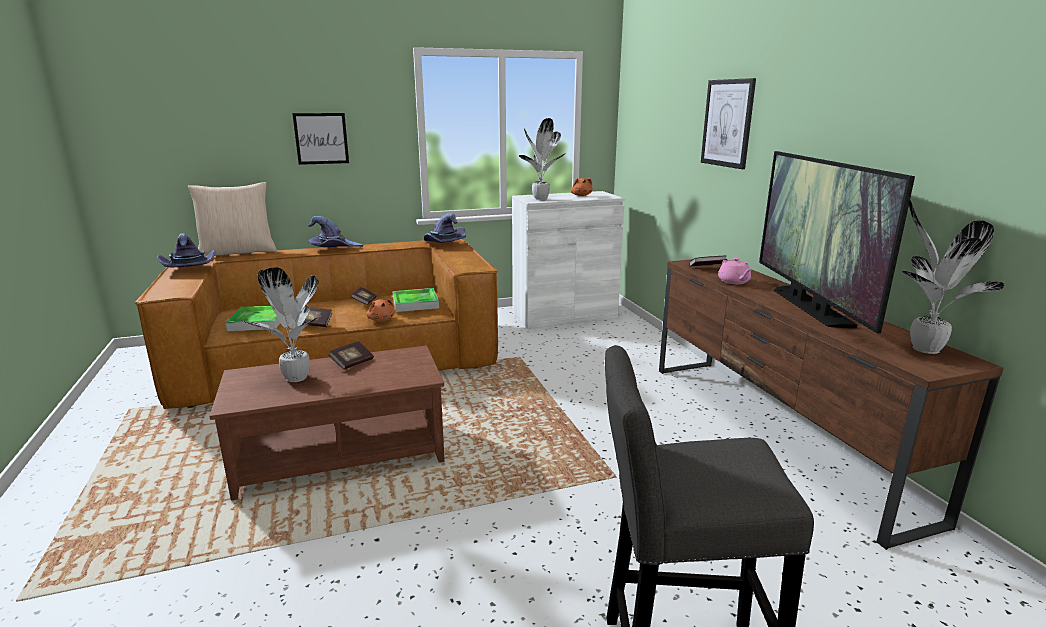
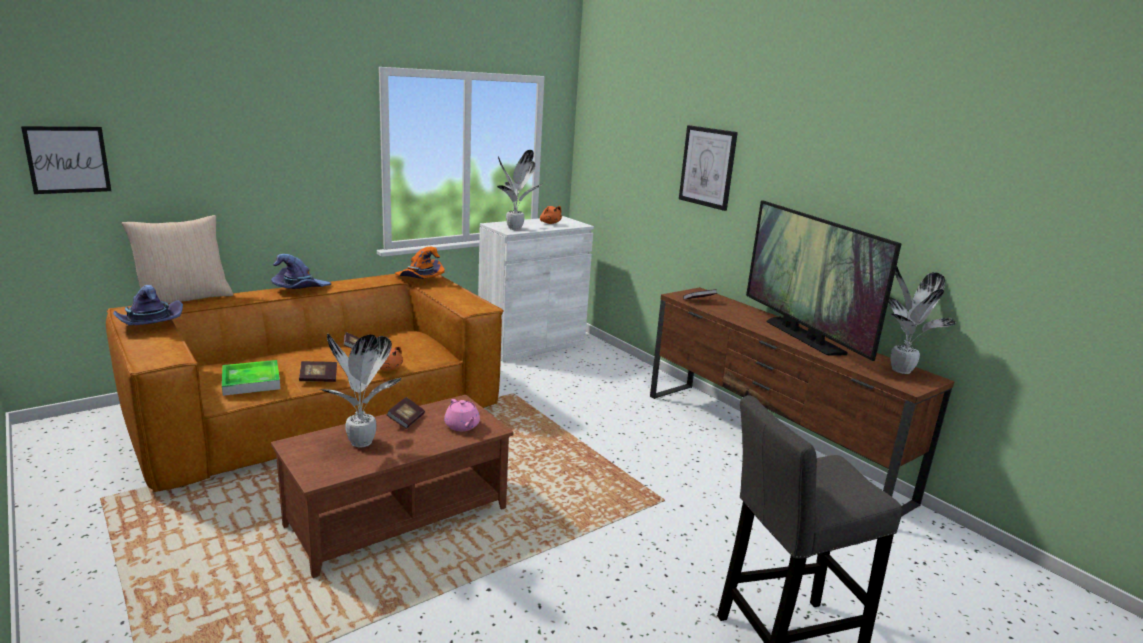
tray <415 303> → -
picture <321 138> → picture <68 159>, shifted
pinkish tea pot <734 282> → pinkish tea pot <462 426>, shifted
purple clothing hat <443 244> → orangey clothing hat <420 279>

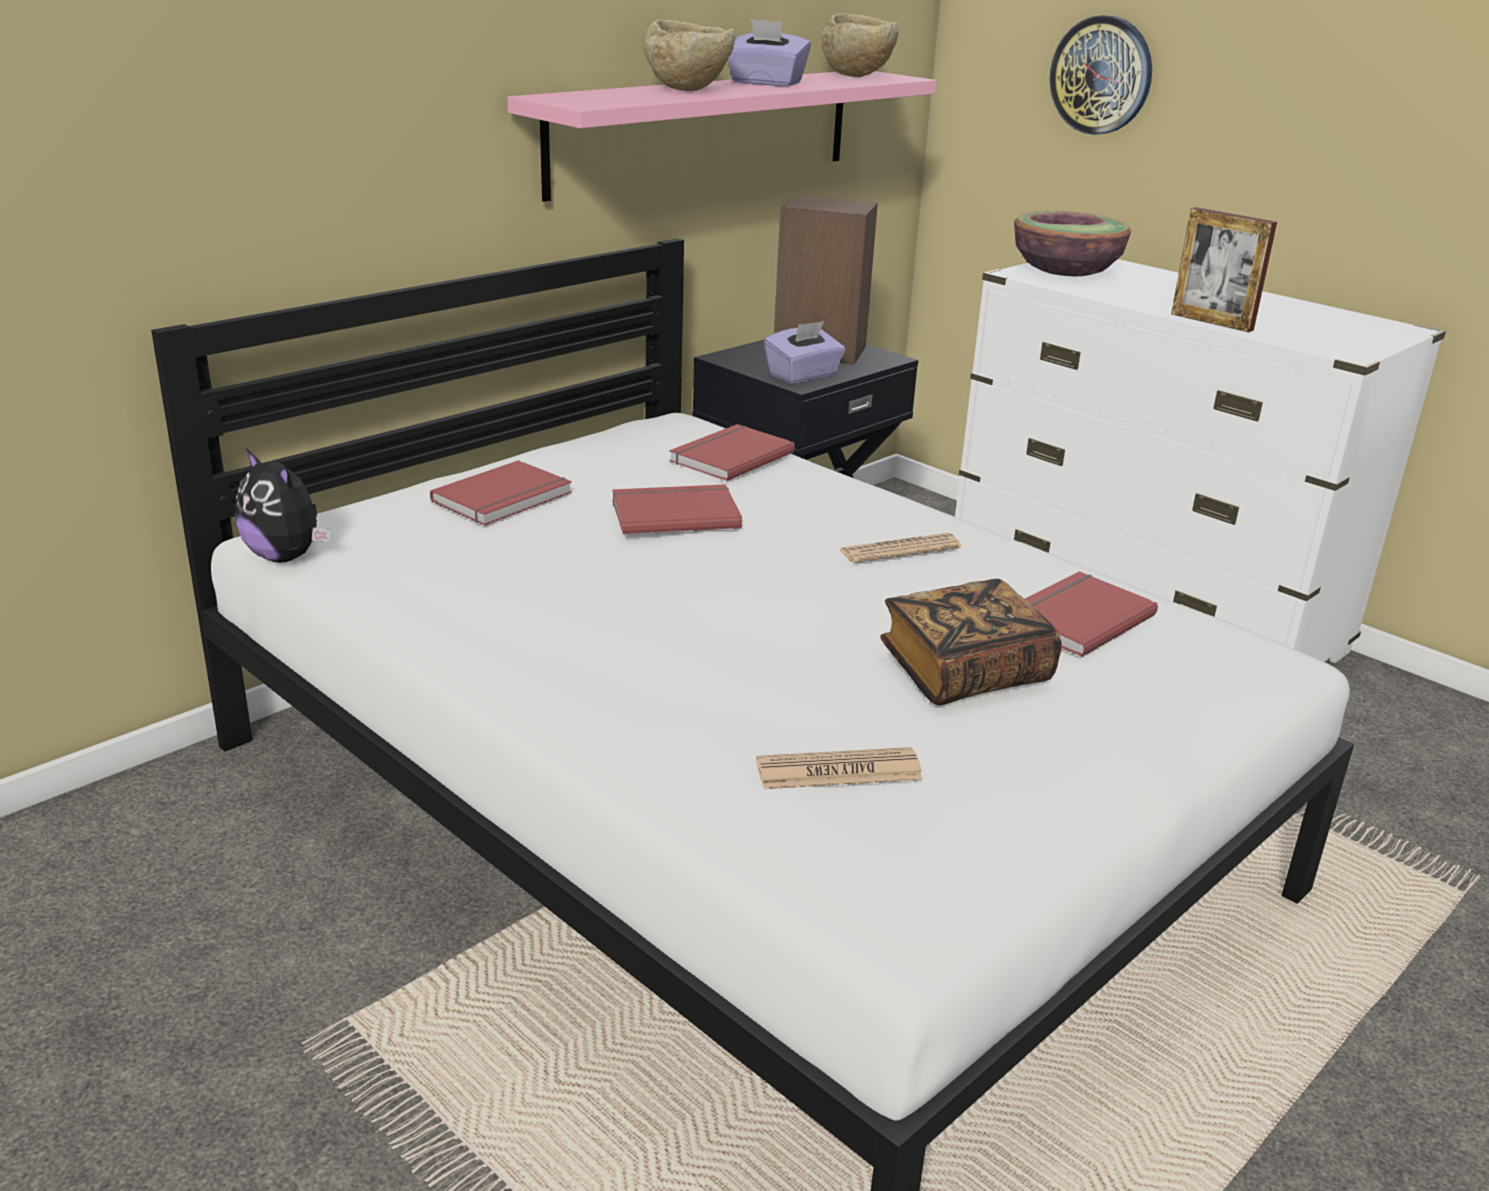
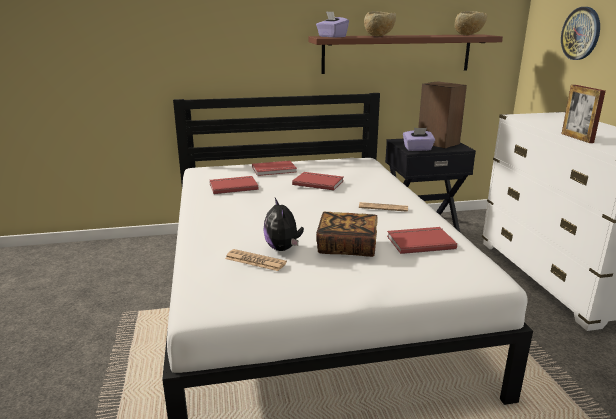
deep dish <1065 274> → -
soft toy <286 557> → soft toy <283 248>, shifted
red volume <729 456> → red volume <233 186>, shifted
purple tissue holder <766 83> → purple tissue holder <331 37>, shifted
pinkish wall shelf <704 130> → brown wall shelf <397 53>

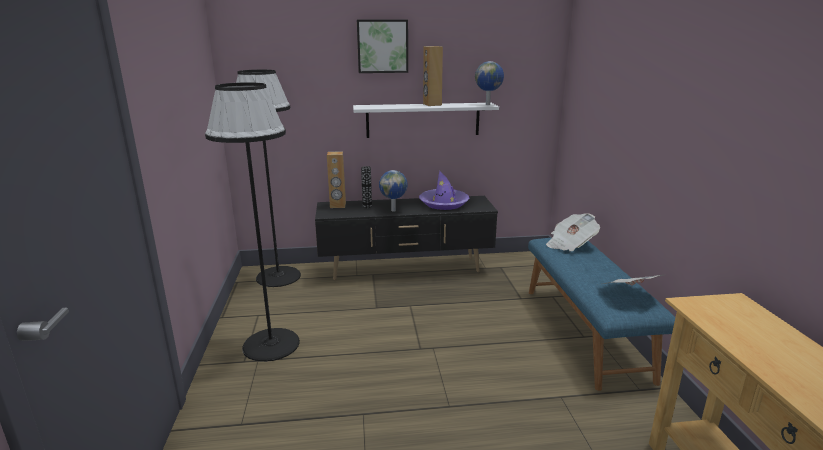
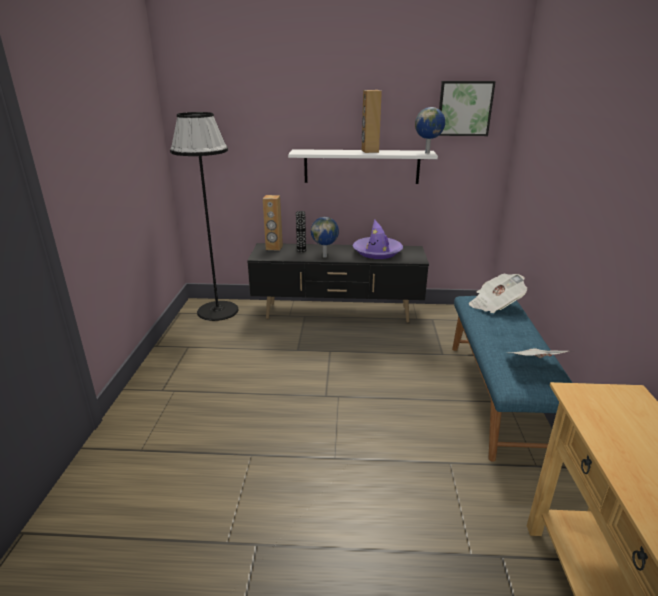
black-coloured floor lamp <271 344> → -
picture <382 46> → picture <464 108>, shifted

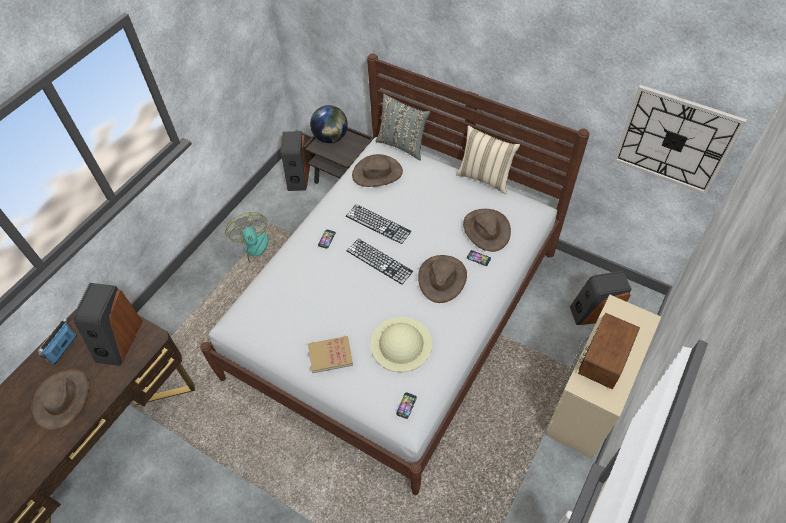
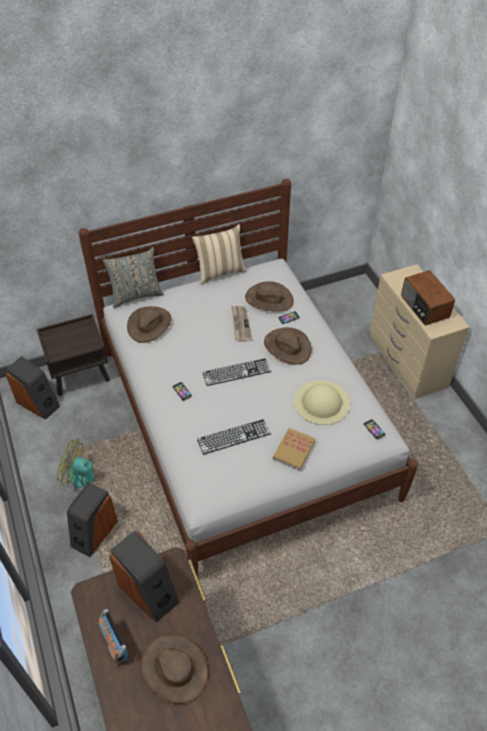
world globe <331 138> → -
hanging clock <674 140> → -
- → daily paper <240 324>
computer keyboard <378 224> → computer keyboard <233 436>, shifted
audio speaker <593 312> → audio speaker <94 533>, shifted

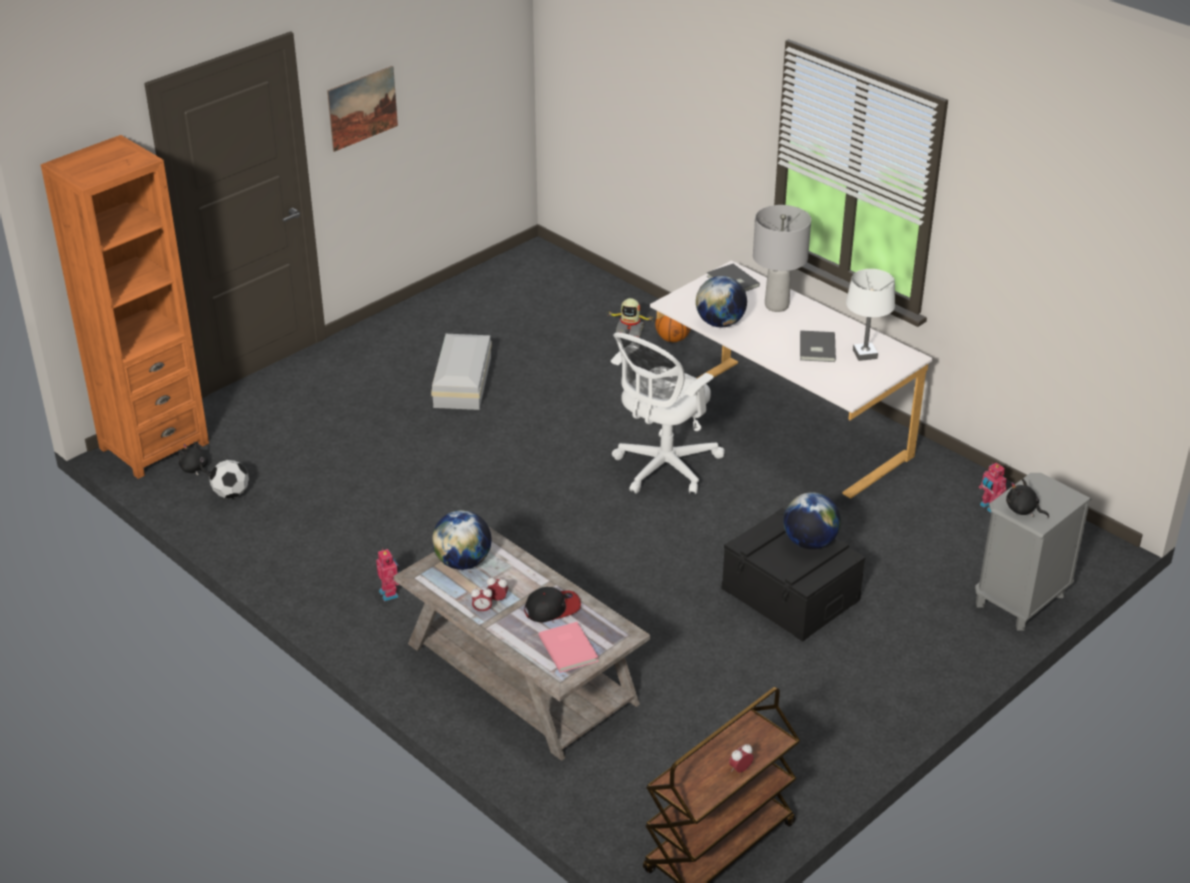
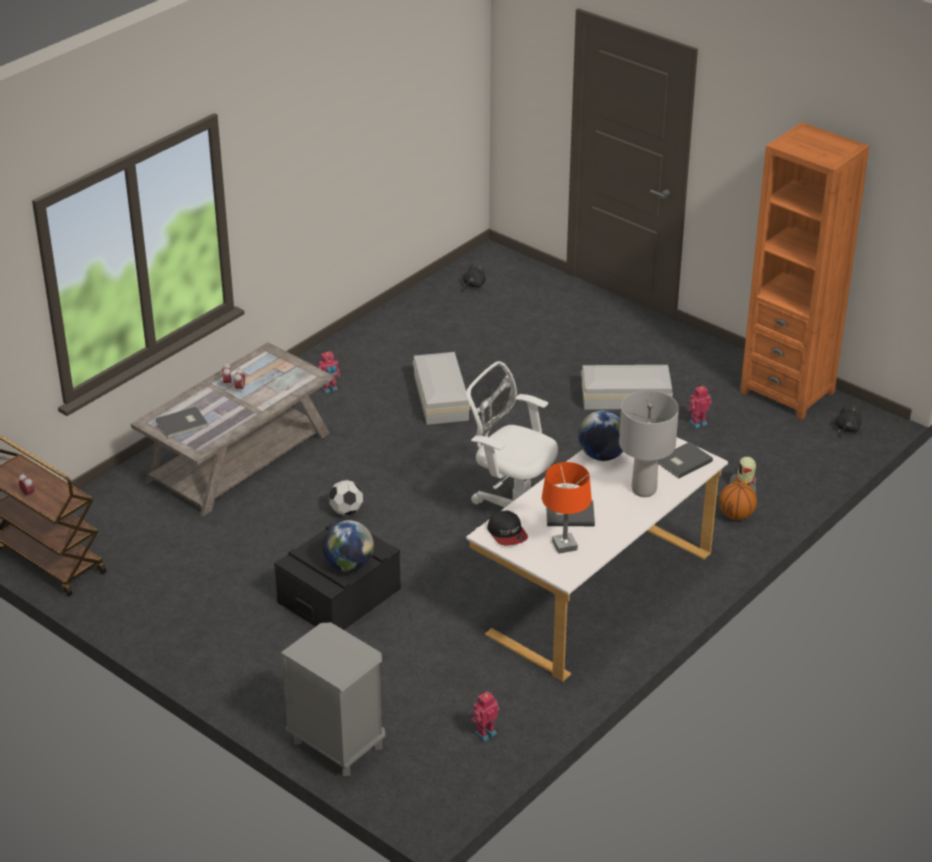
picture <362 108> → -
world globe <463 562> → -
- → white-coloured storage bin <440 398>
- → toy robot <697 422>
orangey shelving unit <154 445> → orangey shelving unit <787 392>, shifted
football <231 494> → football <346 511>, shifted
peaked cap <552 608> → peaked cap <507 533>, shifted
black-coloured soft toy <1023 510> → black-coloured soft toy <846 429>, shifted
pinkish volume <569 648> → grey volume <183 424>
white-coloured lamp for a table <865 354> → orangey lamp for a table <564 546>

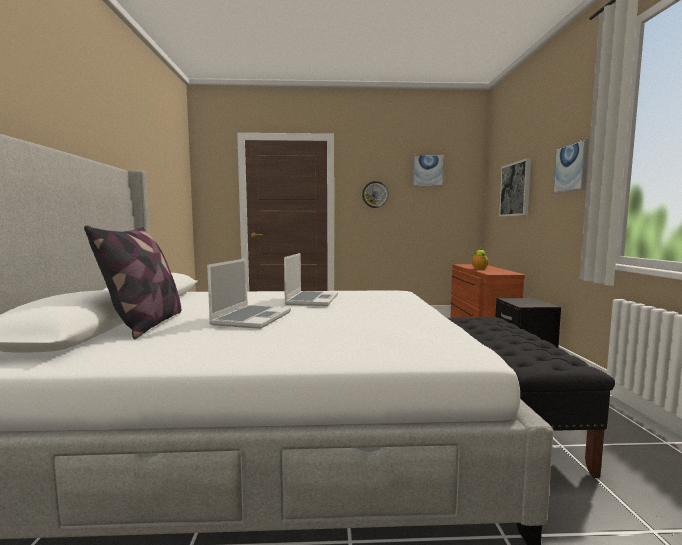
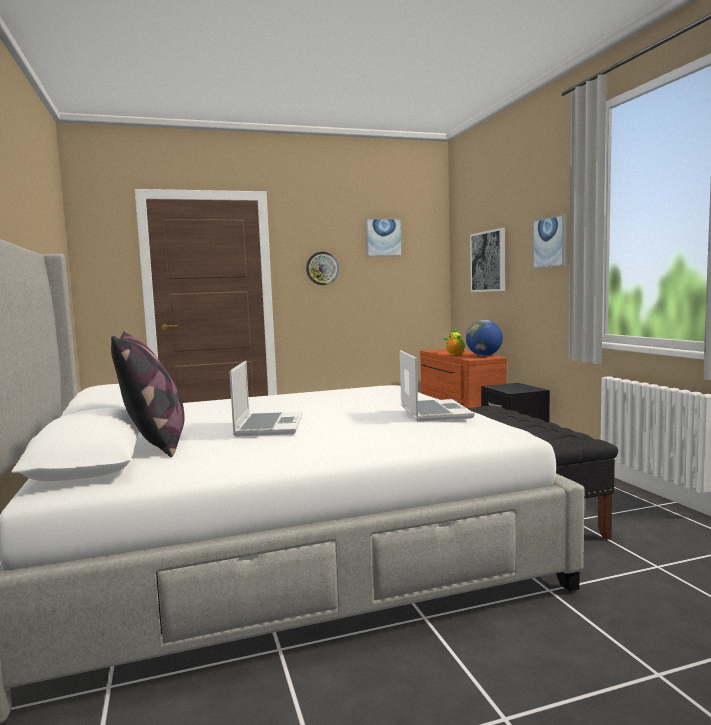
- → world globe <484 355>
laptop <311 300> → laptop <433 412>, shifted

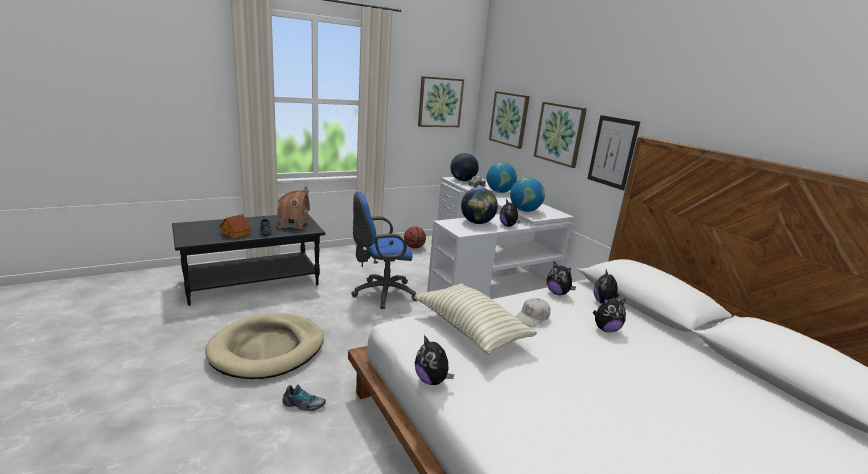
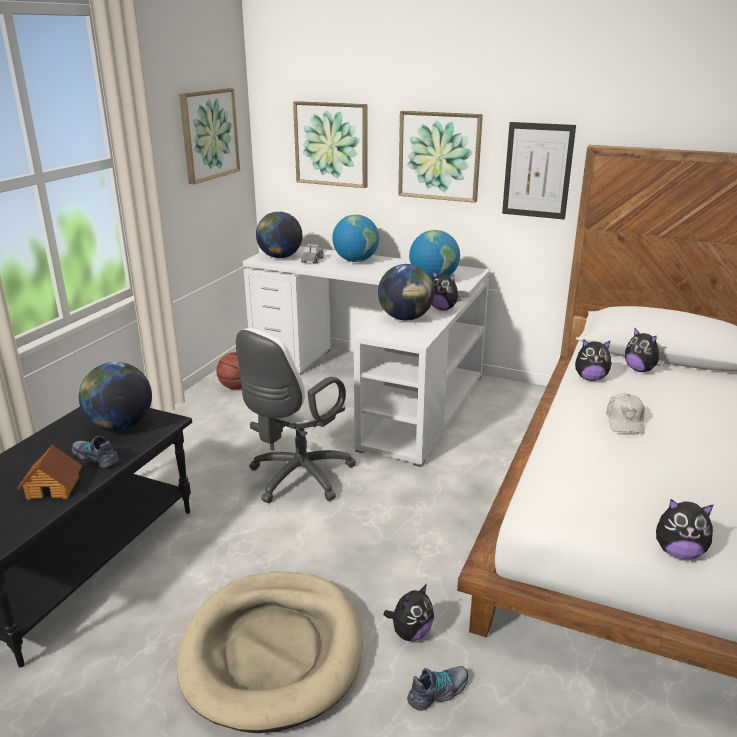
cushion <470 329> → -
soft toy <606 329> → soft toy <410 633>, shifted
miniature house <294 224> → world globe <120 426>
blue computer chair <381 293> → white-coloured computer chair <297 479>

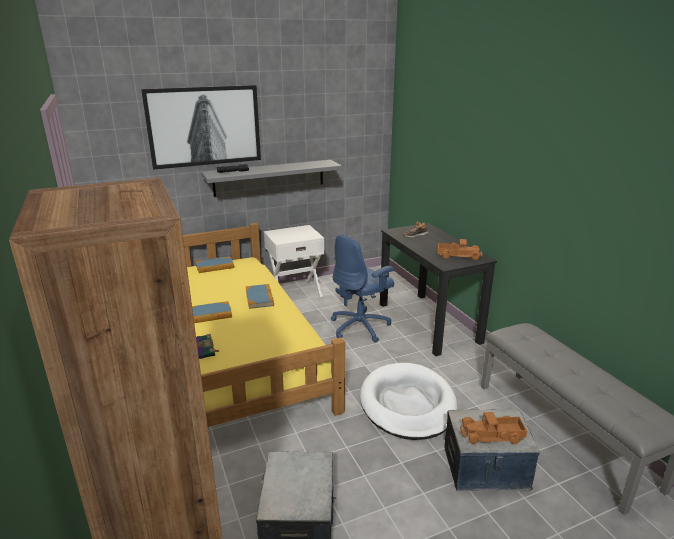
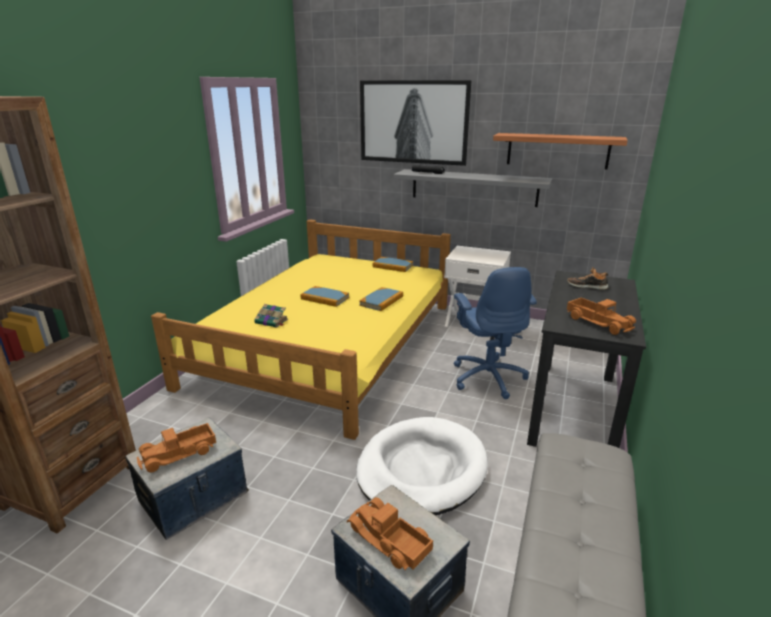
- → model truck <179 454>
- → wall shelf <557 150>
blue computer chair <361 327> → blue computer chair <488 377>, 105 degrees counterclockwise

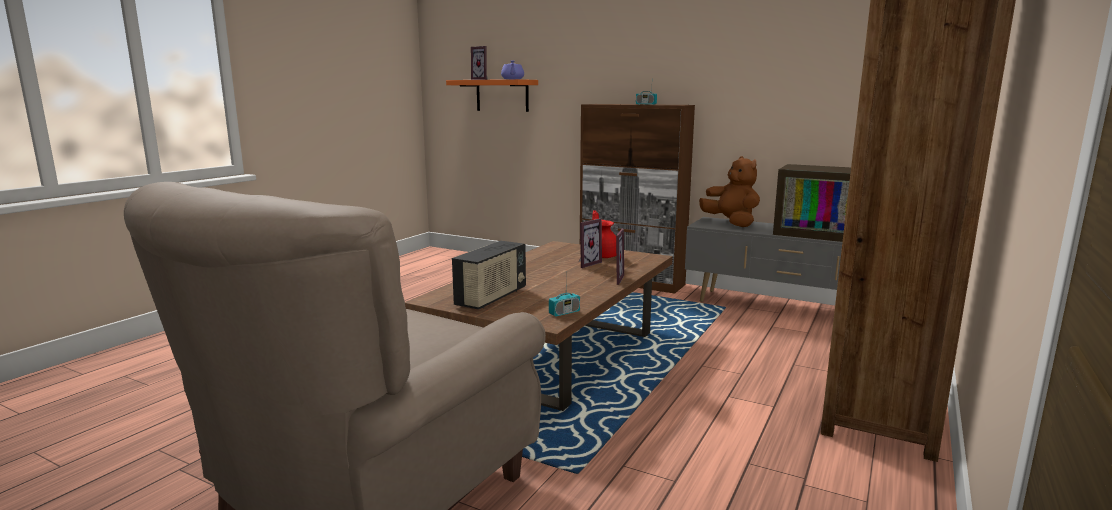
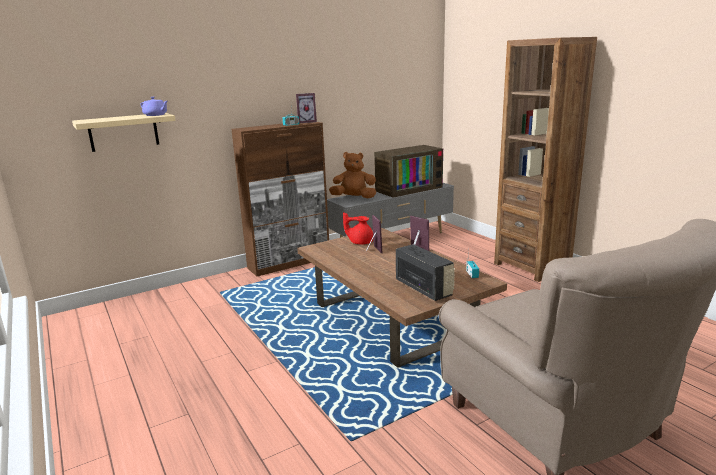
picture frame <482 79> → picture frame <306 122>, shifted
orangey wall shelf <502 95> → sand-coloured wall shelf <123 132>

